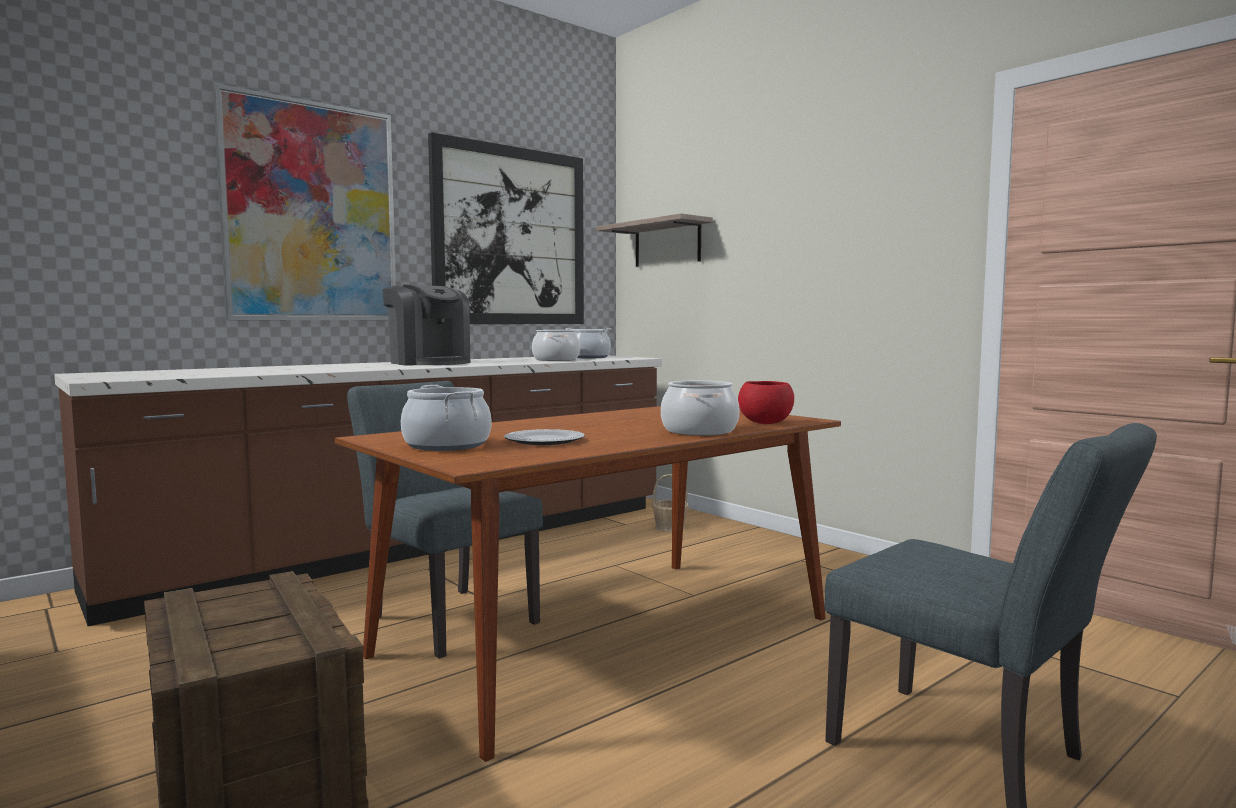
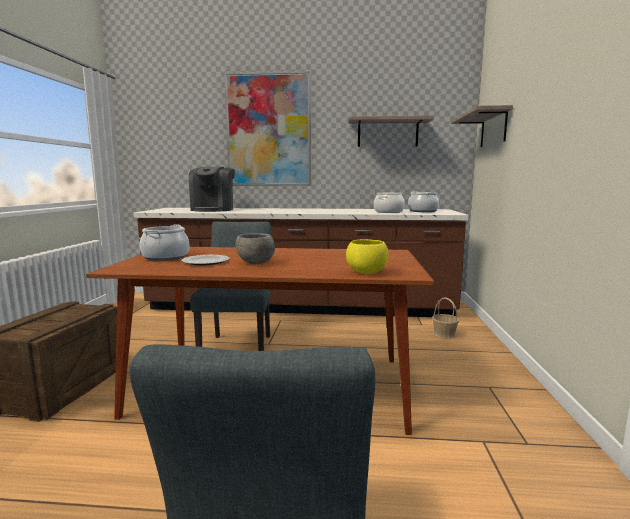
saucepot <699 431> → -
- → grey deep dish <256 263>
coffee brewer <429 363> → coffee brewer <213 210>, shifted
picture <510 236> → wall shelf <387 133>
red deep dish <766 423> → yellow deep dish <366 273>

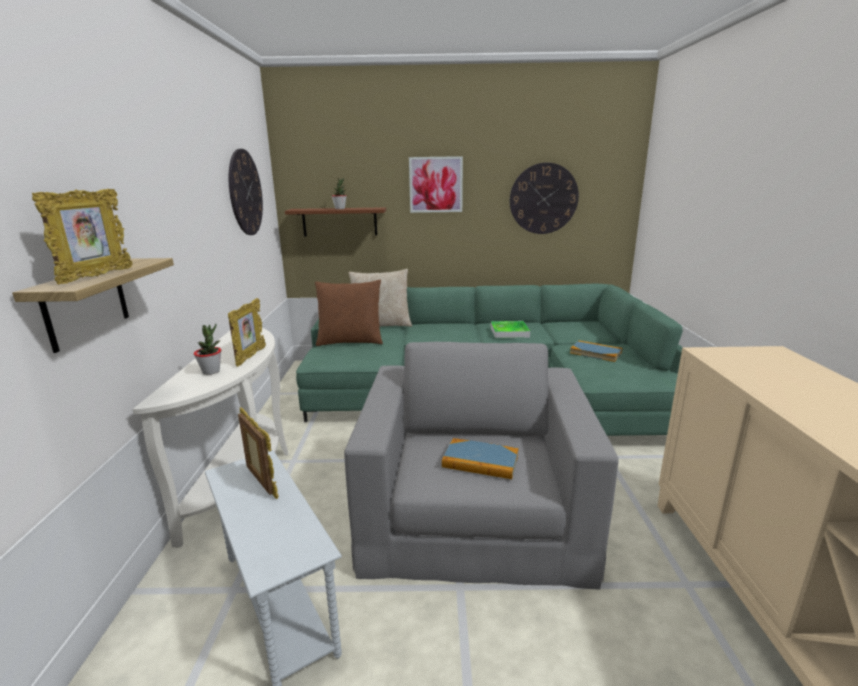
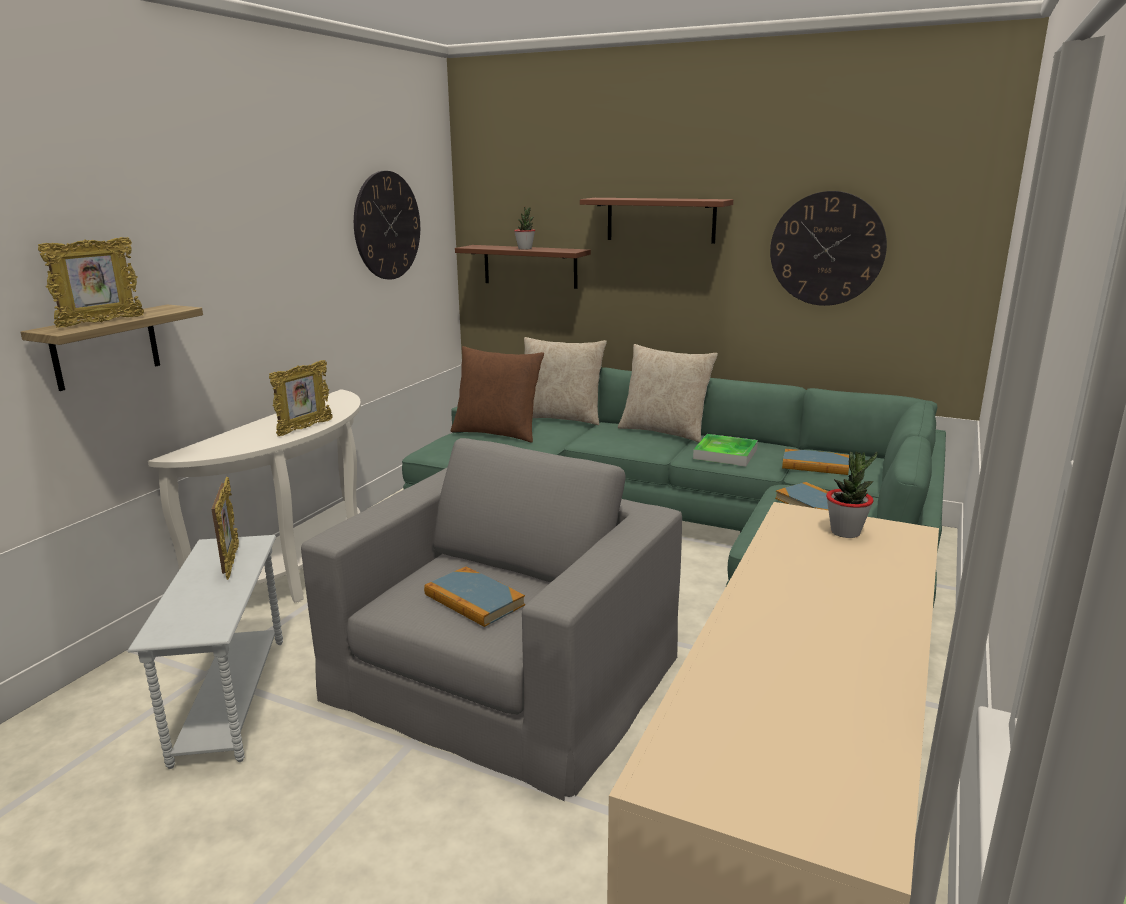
- → sand-coloured cushion <664 431>
- → volume <815 465>
plant in a pot <211 371> → plant in a pot <845 532>, shifted
picture <436 184> → brown wall shelf <660 220>

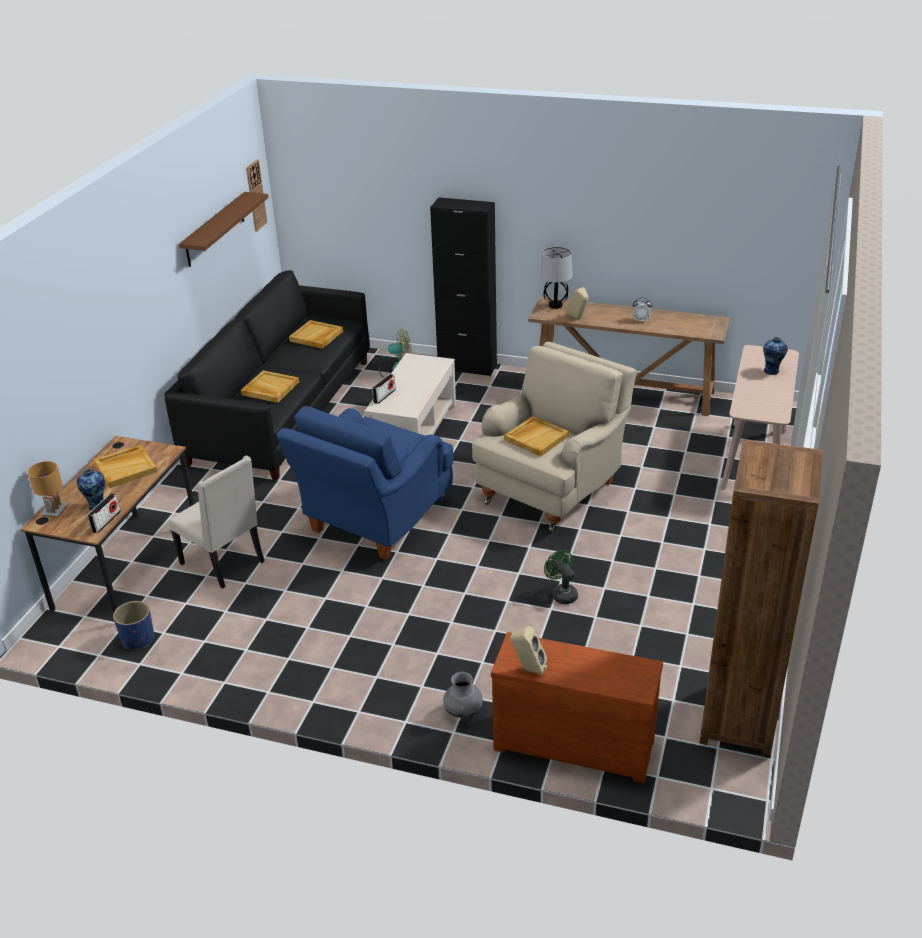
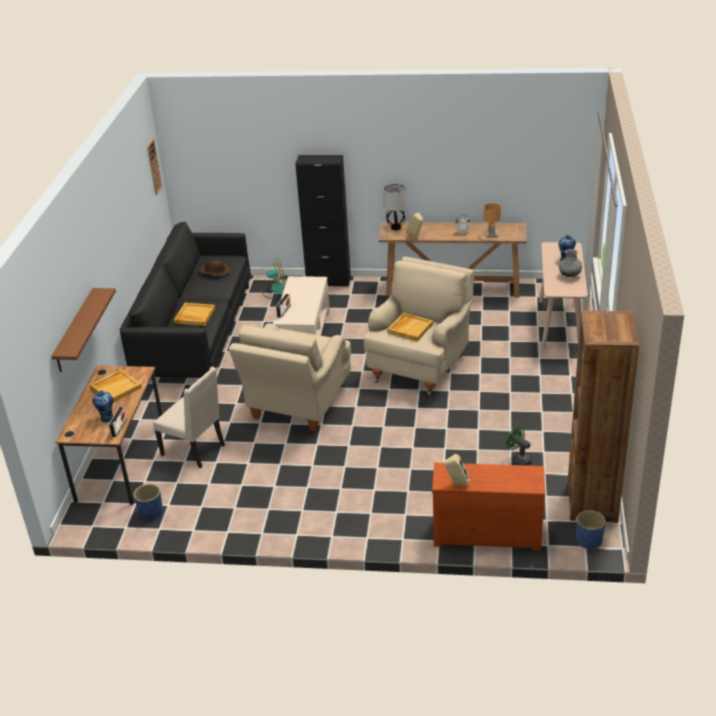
- → blue flower pot <589 541>
brown lamp for a table <54 511> → brown lamp for a table <491 234>, shifted
brown wall shelf <215 229> → brown wall shelf <75 331>, shifted
grey decorative vase <463 712> → grey decorative vase <569 275>, shifted
green fan <562 593> → green fan <518 459>, shifted
sand-coloured tray <316 336> → brown clothing hat <215 271>
blue easy chair <375 520> → sand-coloured easy chair <297 404>

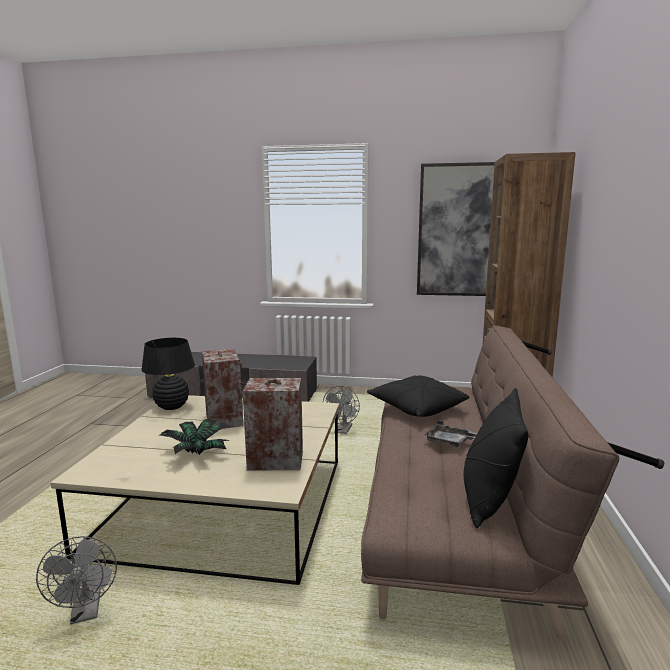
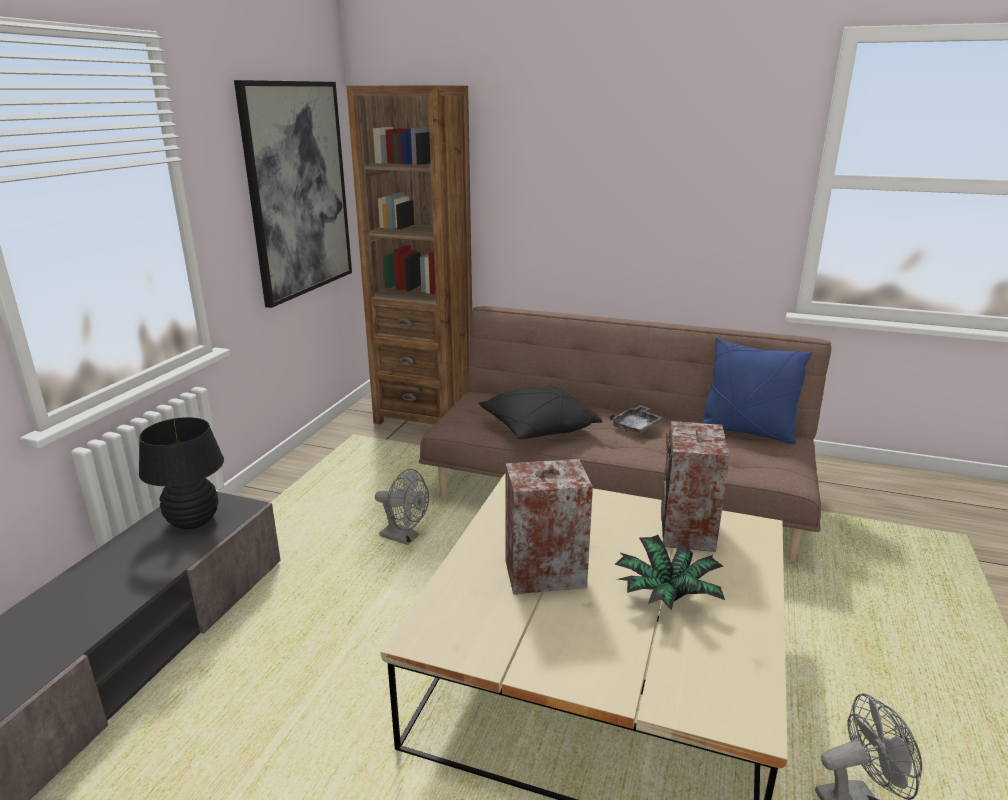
black-coloured lamp for a table <172 406> → black-coloured lamp for a table <193 521>, shifted
black-coloured cushion <489 500> → blue cushion <746 432>

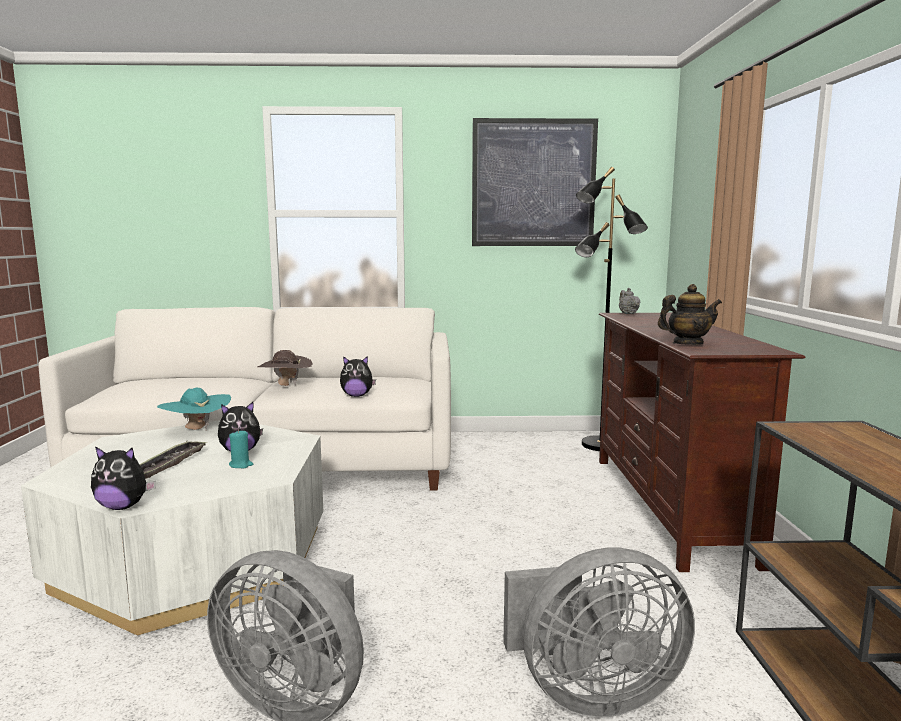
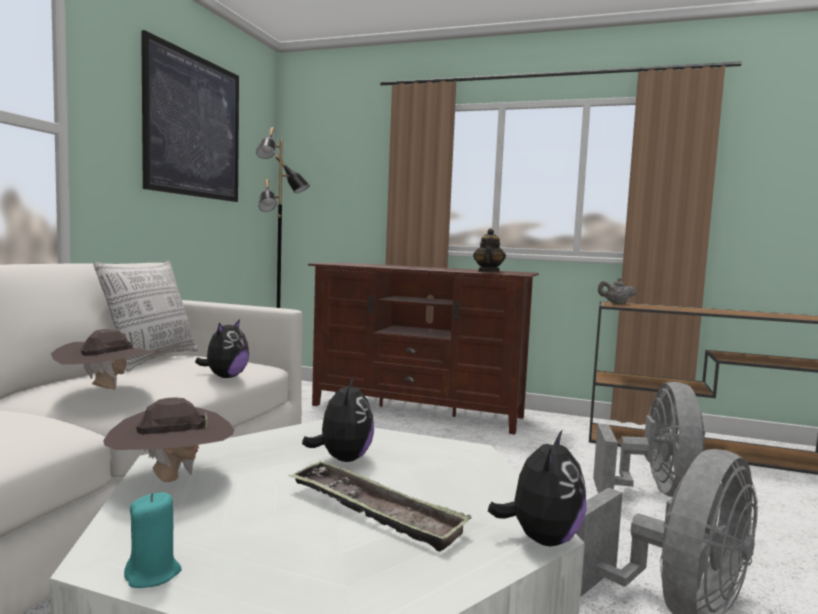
- → cushion <152 359>
turquoise candle <241 465> → turquoise candle <153 574>, shifted
grey tea pot <627 313> → grey tea pot <616 304>, shifted
turquoise clothing hat <197 429> → brown clothing hat <171 480>

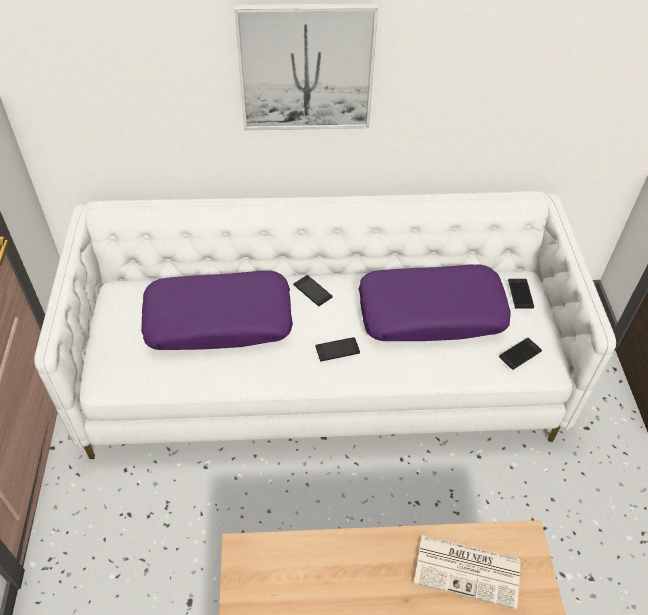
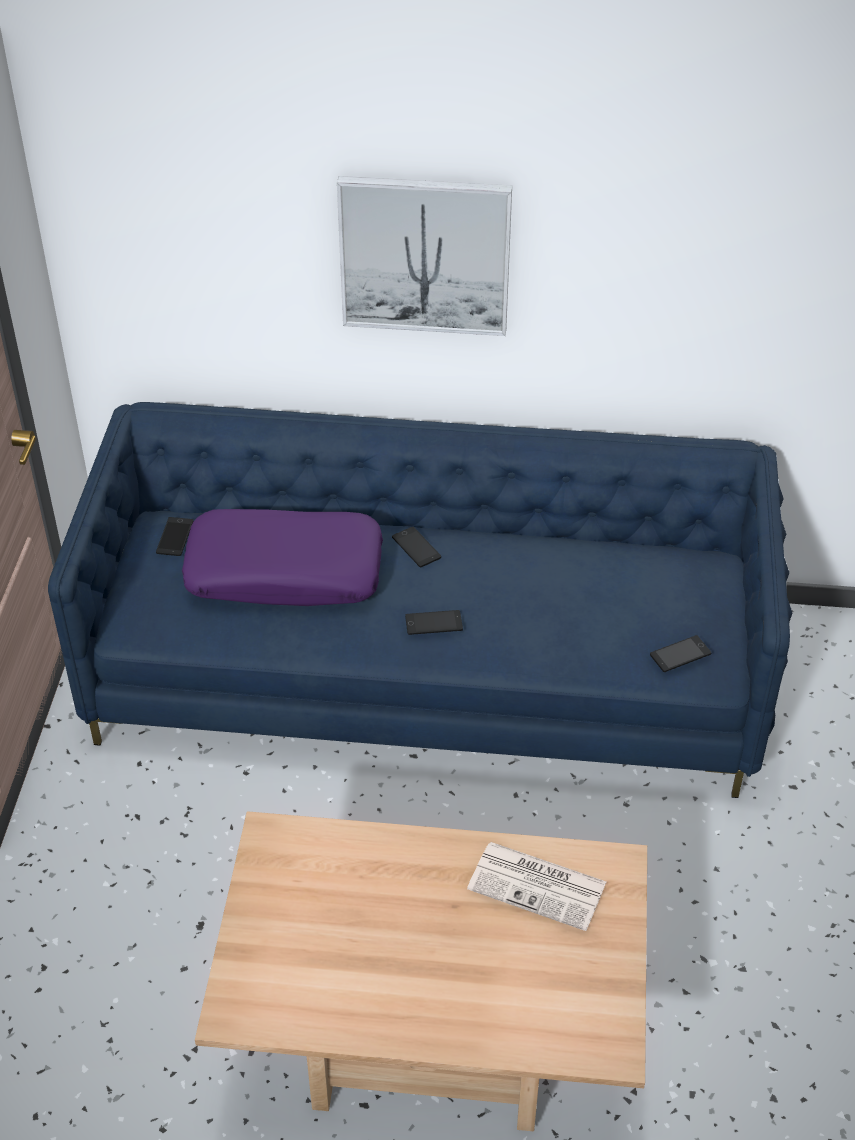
purple cushion <431 313> → -
telephone <520 294> → telephone <175 537>, shifted
white-coloured sofa <322 375> → blue sofa <428 676>

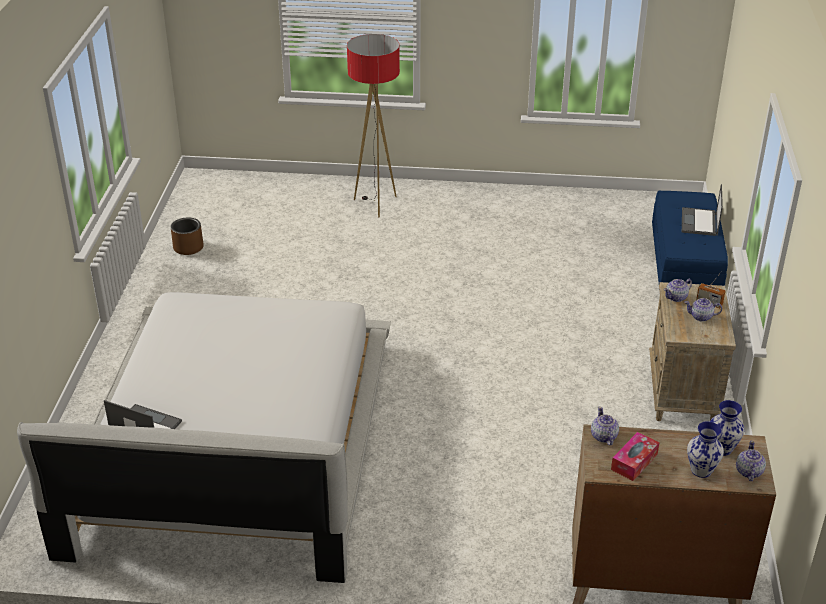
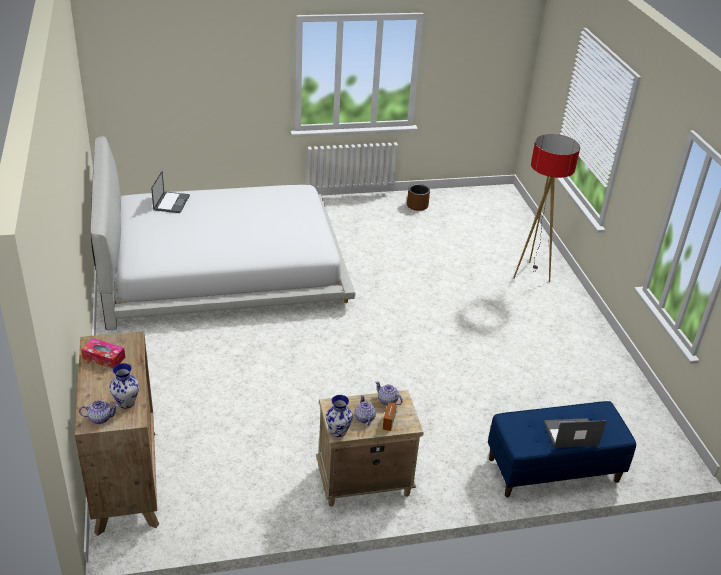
tea pot <603 436> → -
decorative vase <701 470> → decorative vase <338 431>, shifted

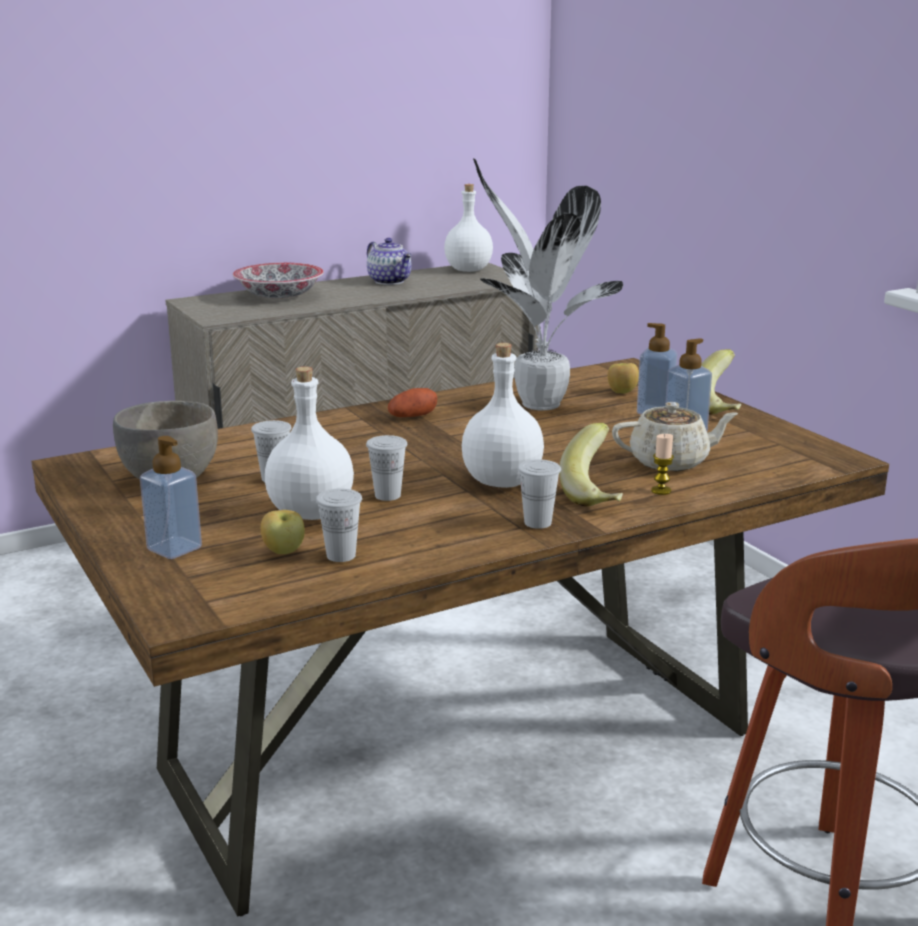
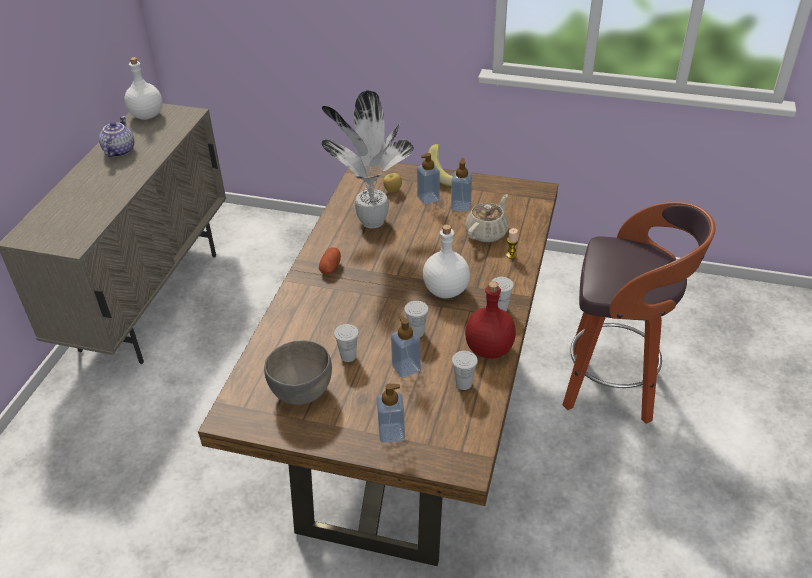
deep dish <280 296> → -
apple fruit <284 552> → -
banana fruit <599 493> → -
- → red beverage bottle <488 349>
white-coloured beverage bottle <310 514> → soap bottle <406 368>
tea pot <390 281> → tea pot <119 151>, 90 degrees counterclockwise

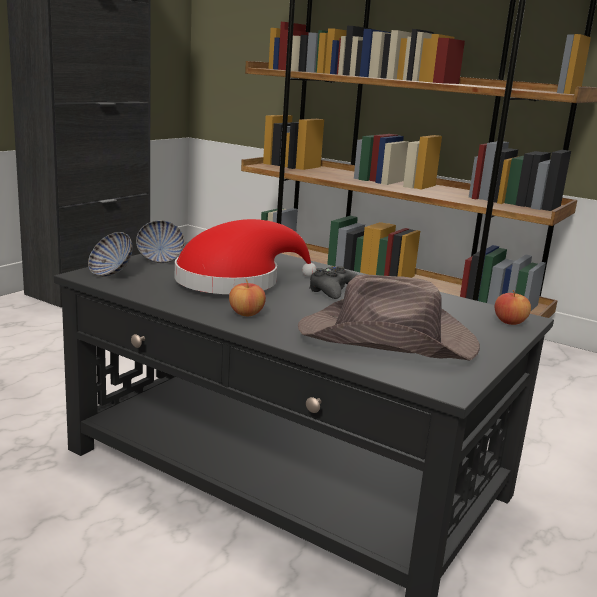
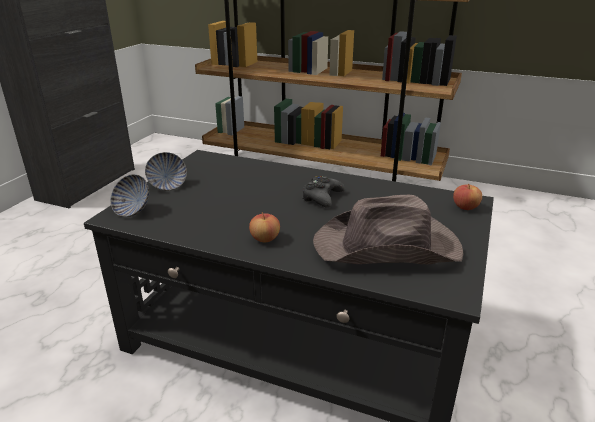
red clothing hat <235 281> → -

